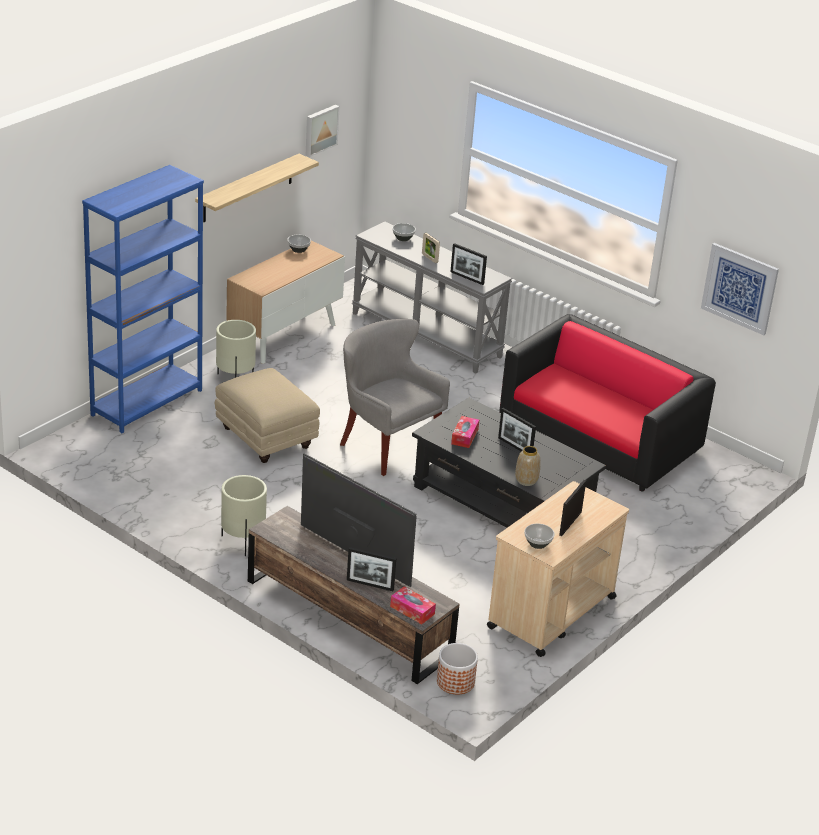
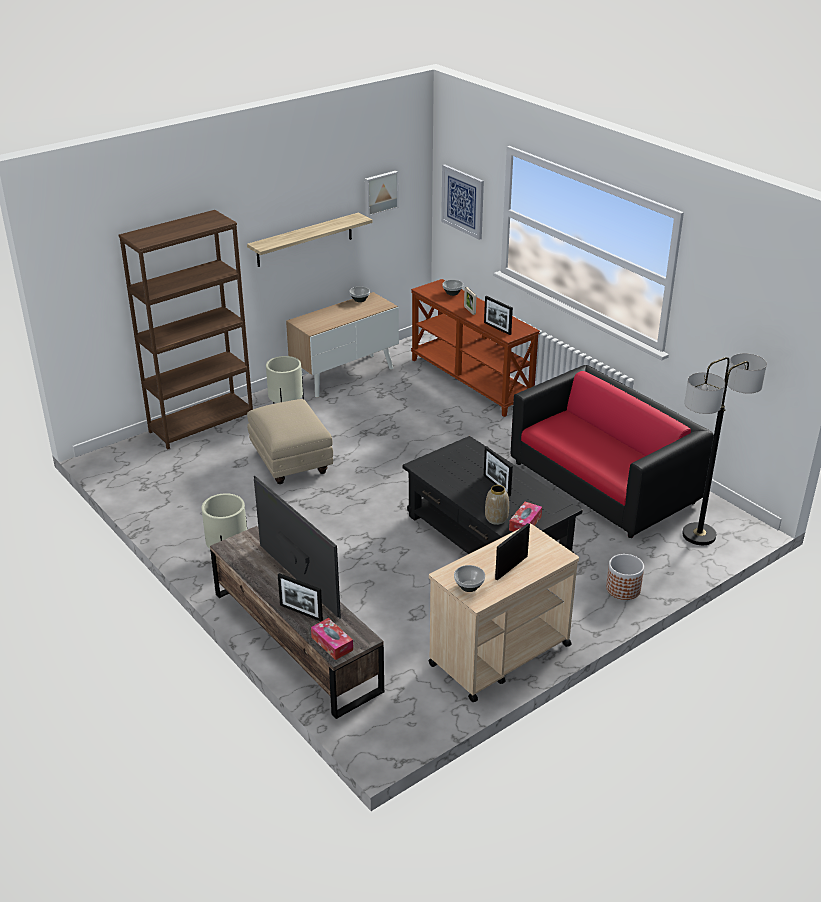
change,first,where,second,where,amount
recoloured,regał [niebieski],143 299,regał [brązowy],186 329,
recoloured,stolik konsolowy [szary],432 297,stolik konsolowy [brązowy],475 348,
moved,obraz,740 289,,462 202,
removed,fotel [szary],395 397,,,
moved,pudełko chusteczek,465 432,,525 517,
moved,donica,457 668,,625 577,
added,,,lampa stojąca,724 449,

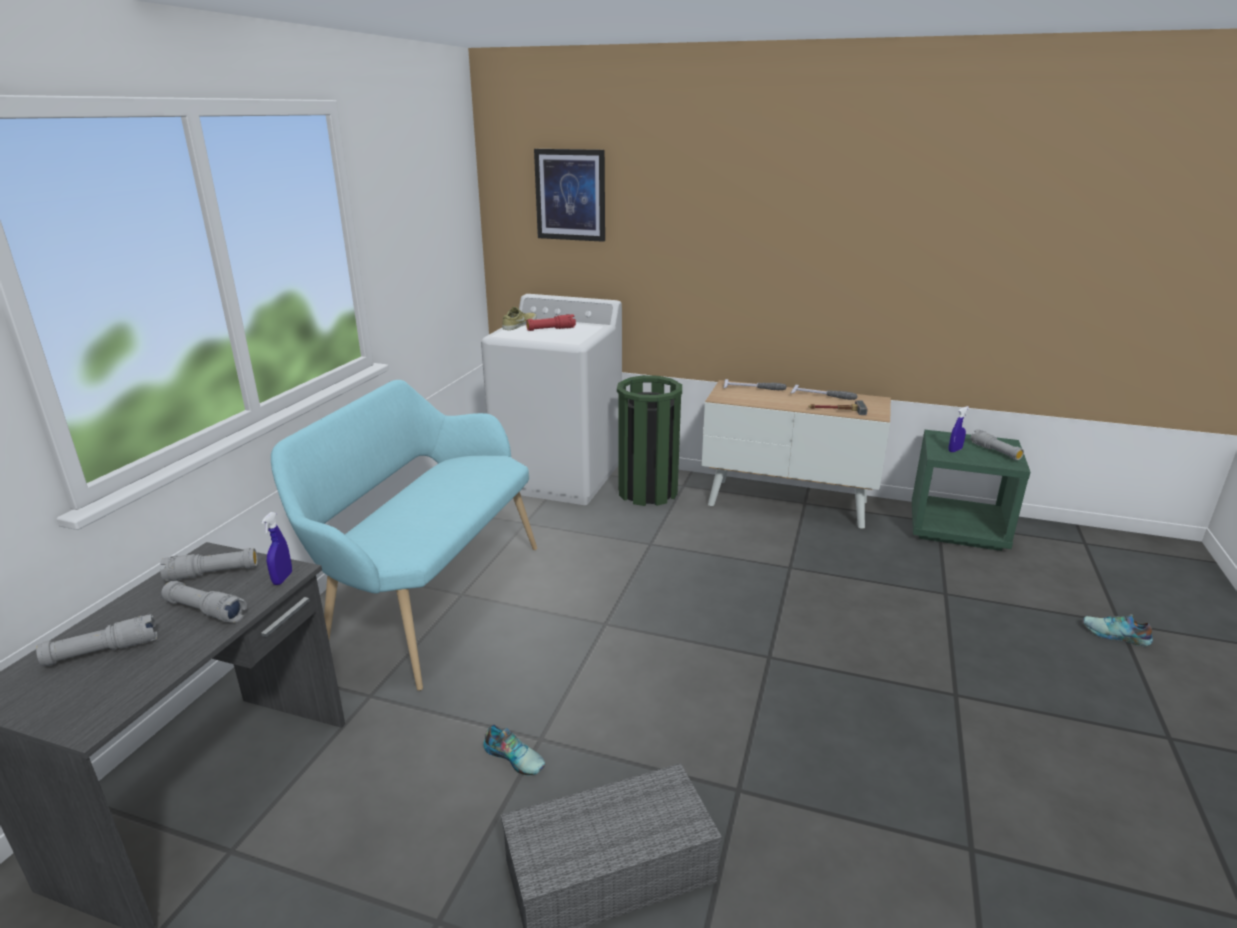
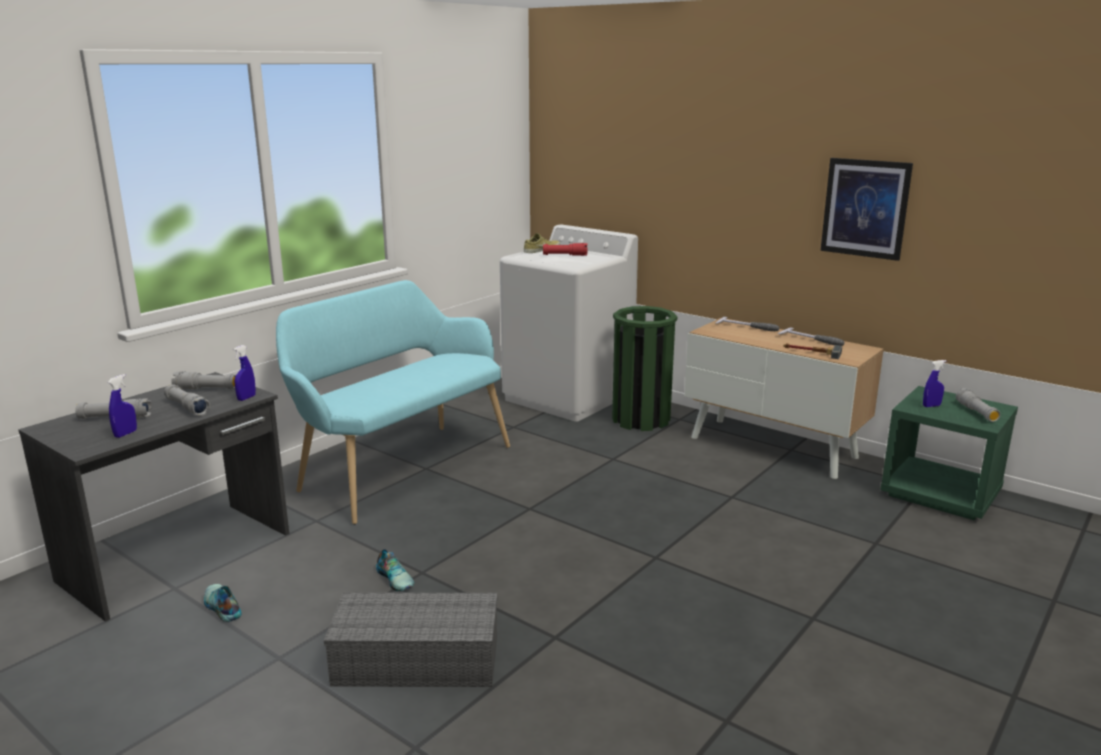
change,first,where,second,where,amount
moved,obraz,569 195,,866 209,
moved,but,1118 630,,223 603,
added,,,spryskiwacz [niebieski],122 406,

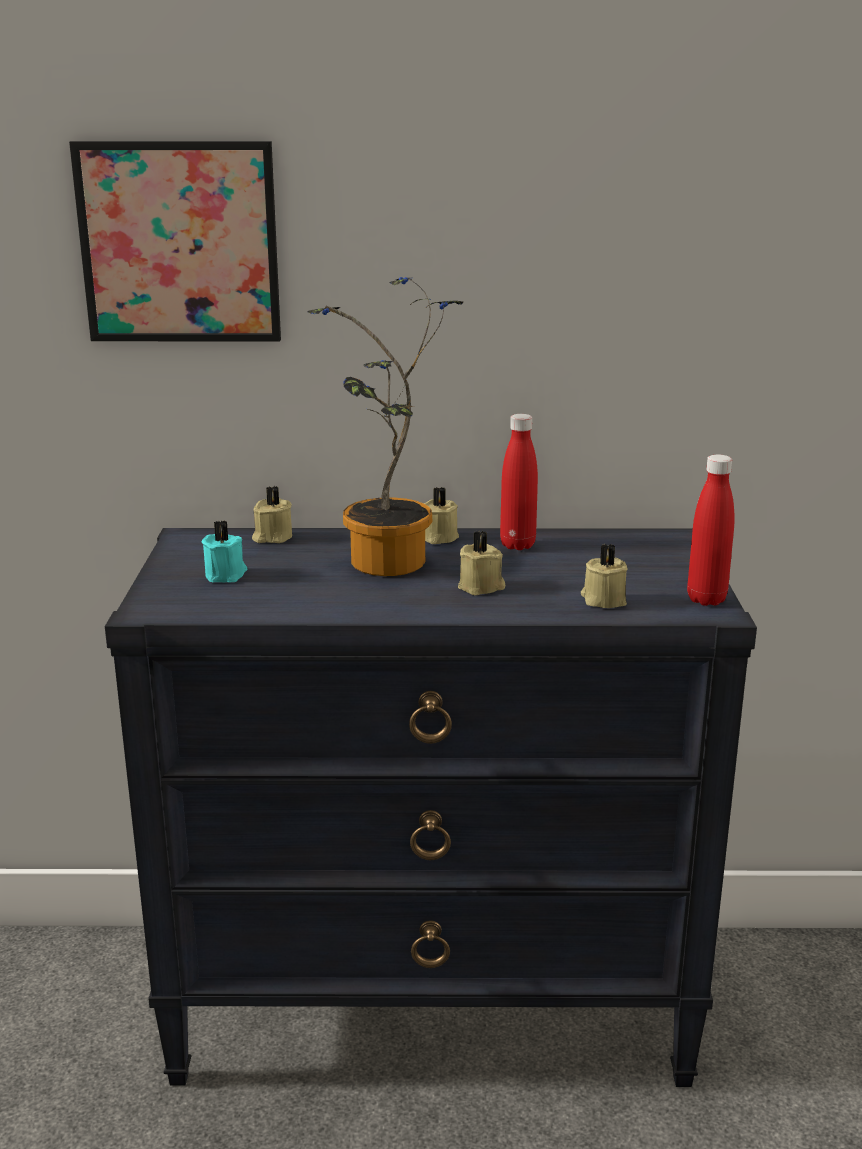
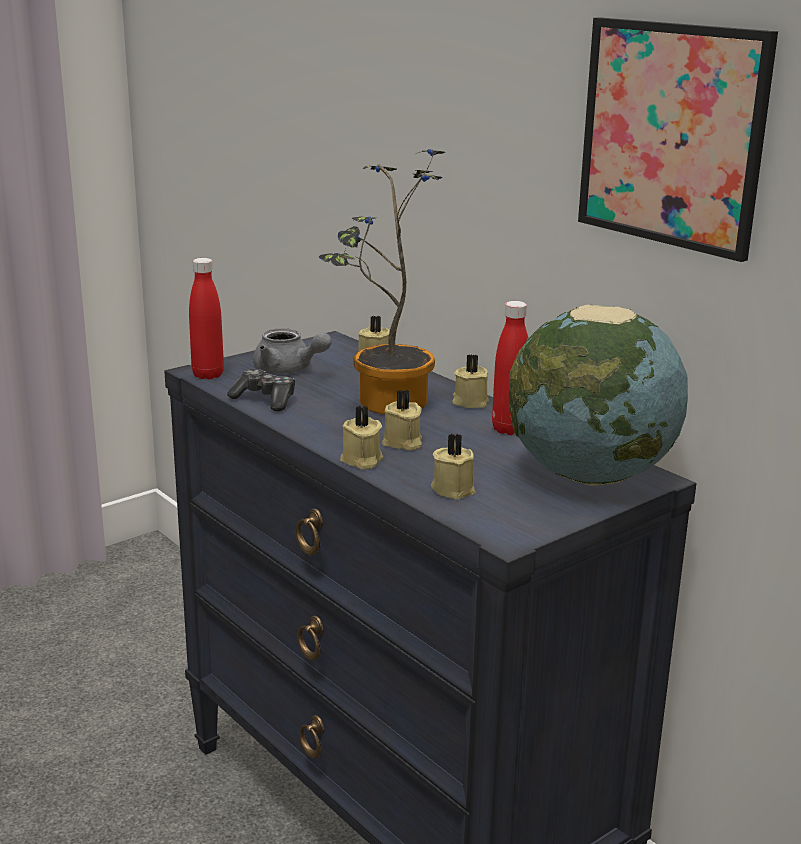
change,first,where,second,where,amount
moved,obraz,175 241,,678 139,
moved,butelka [czerwony],710 530,,206 318,
replaced,świeca [turkusowy],224 551,imbryk [szary],292 350,
added,,,globus,598 395,
added,,,pad do gier,261 390,
added,,,świeca [beżowy],361 437,

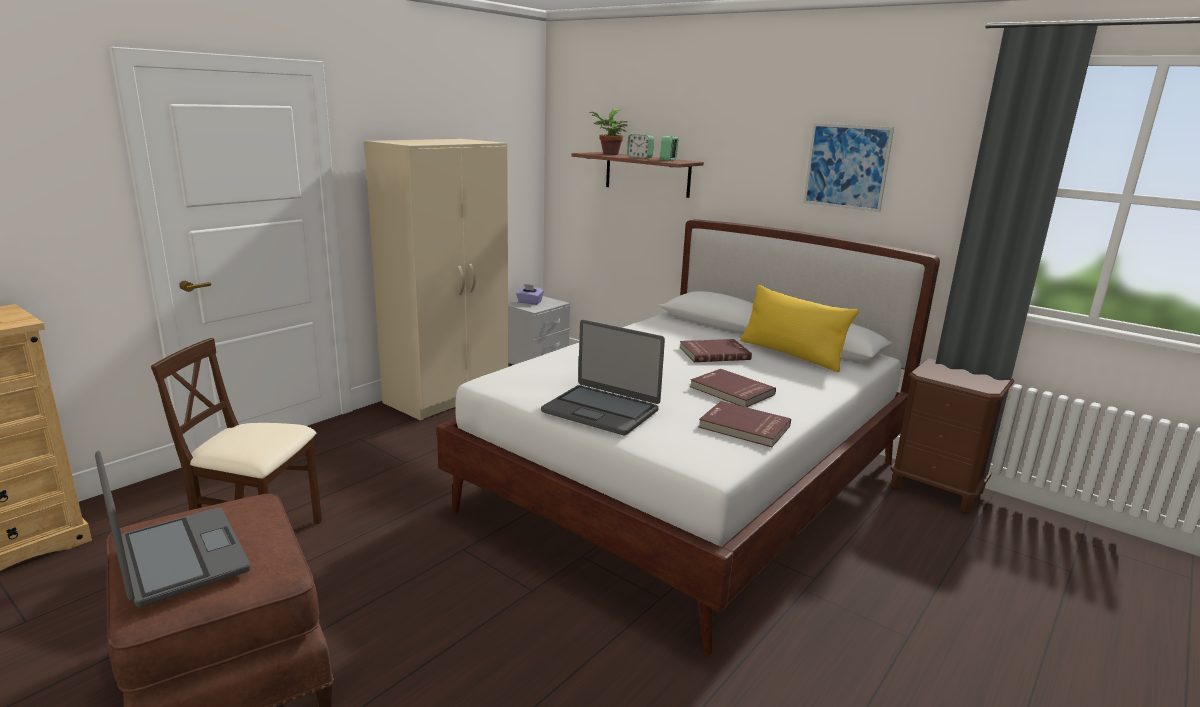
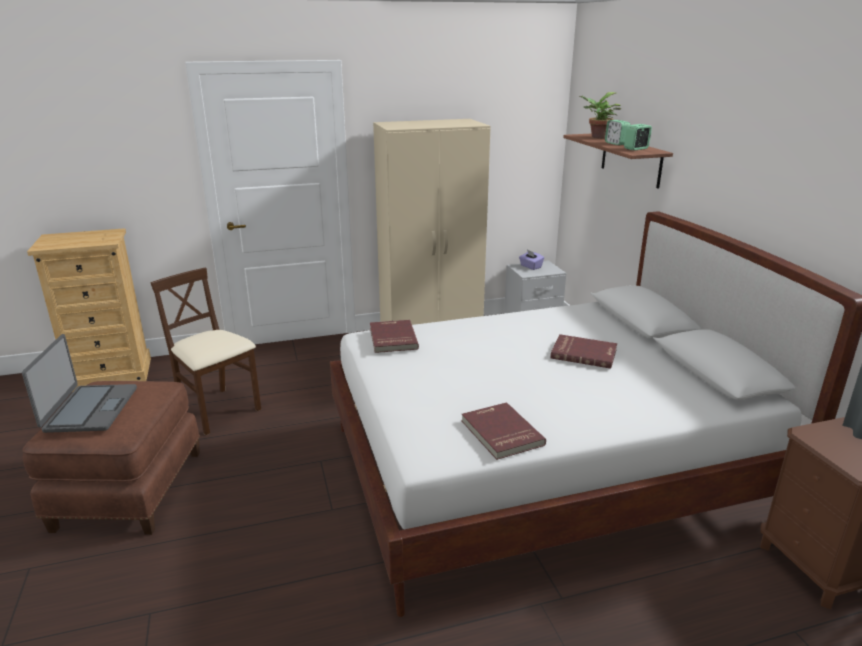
change,first,where,second,where,amount
removed,obraz,848 167,,,
removed,poduszka [żółty],799 328,,,
removed,laptop,603 377,,,
moved,książka [czerwony],733 388,,394 336,

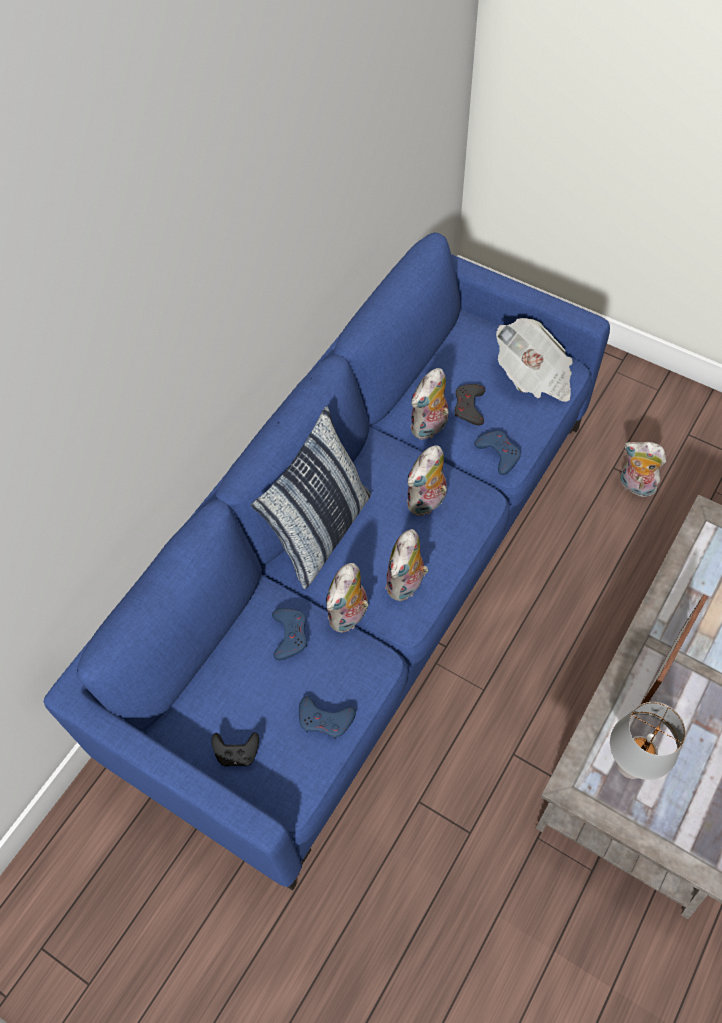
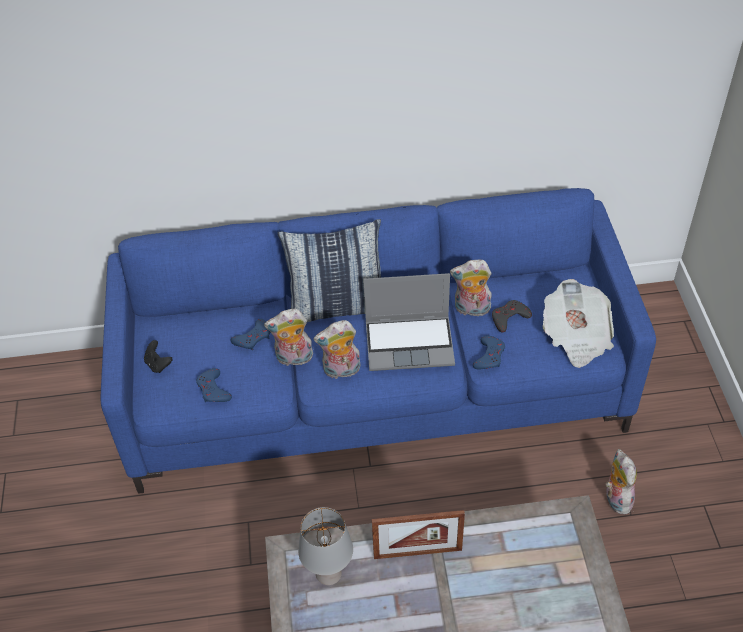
change,first,where,second,where,amount
replaced,pluszak,427 480,laptop,409 322,

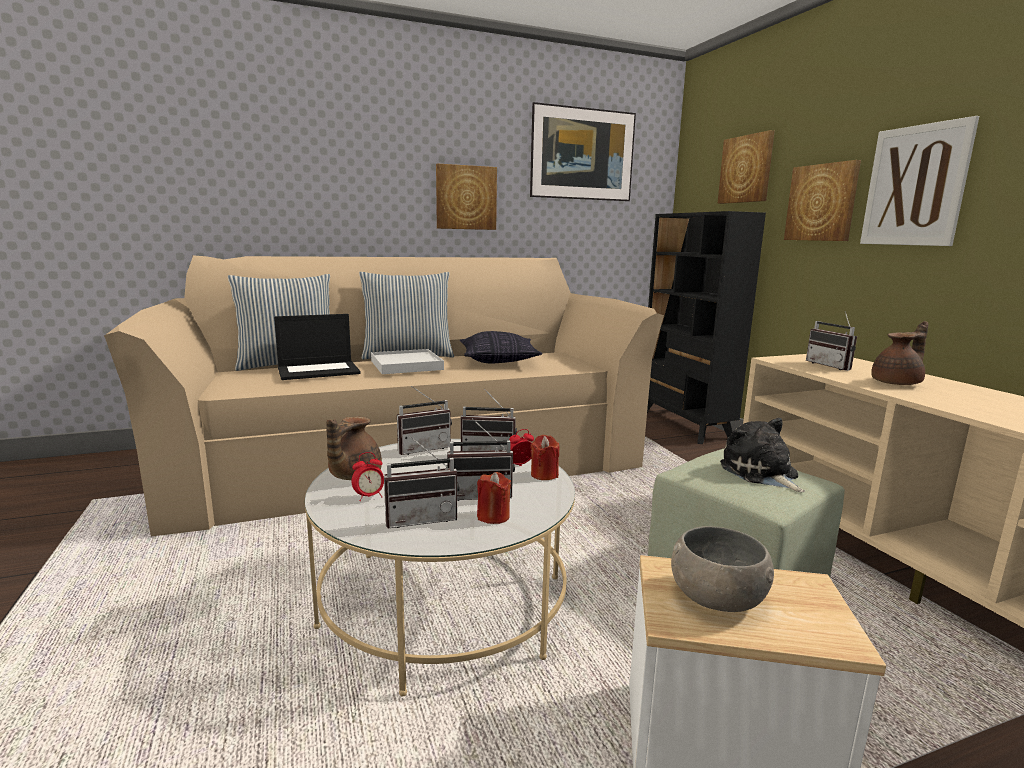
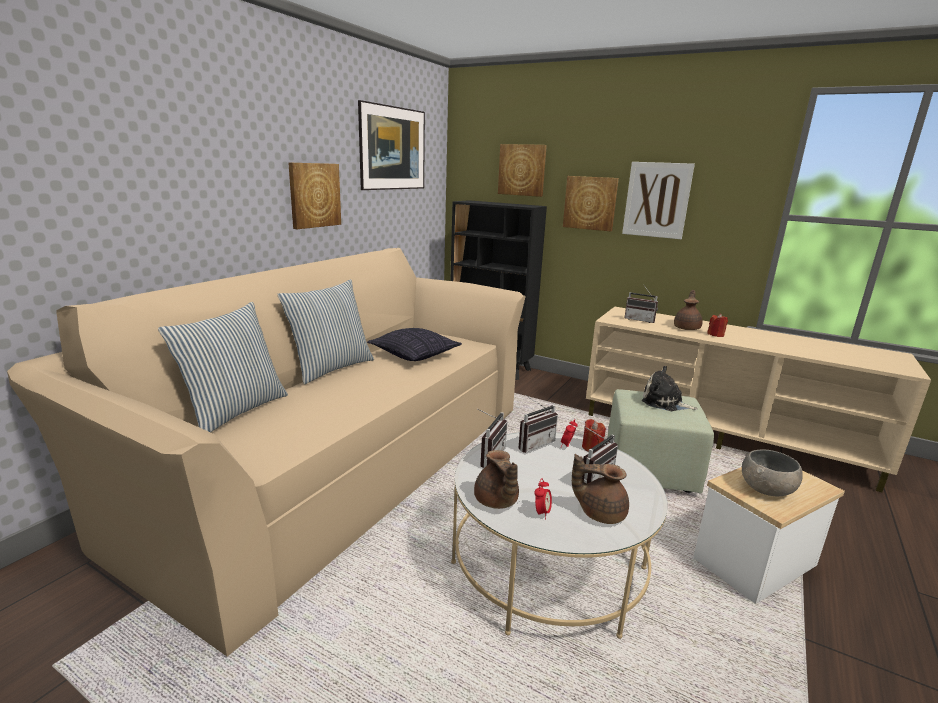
change,first,where,second,where,amount
removed,laptop,317 347,,,
removed,taca [biały],407 361,,,
replaced,radio,422 482,imbryk [brązowy],600 489,
moved,świeca [czerwony],494 498,,717 325,

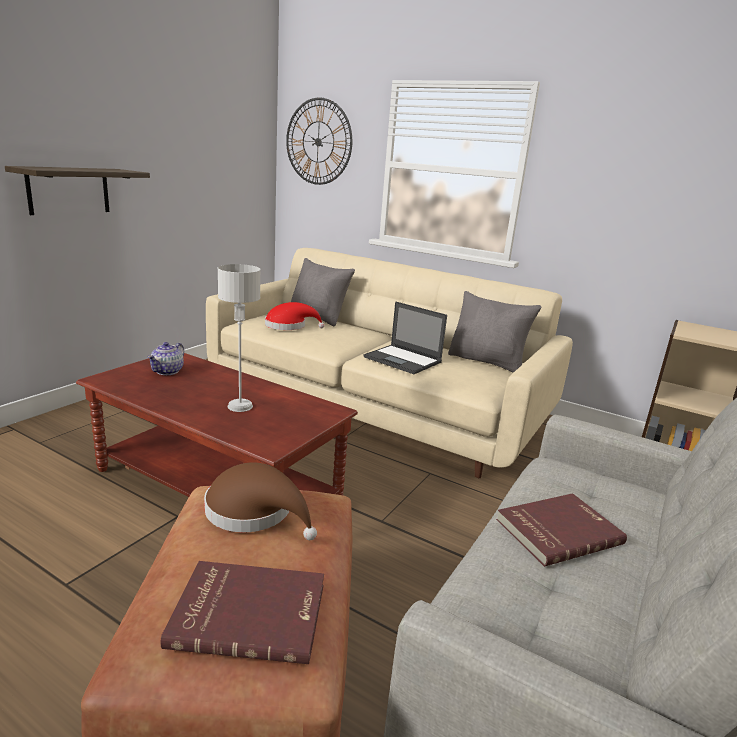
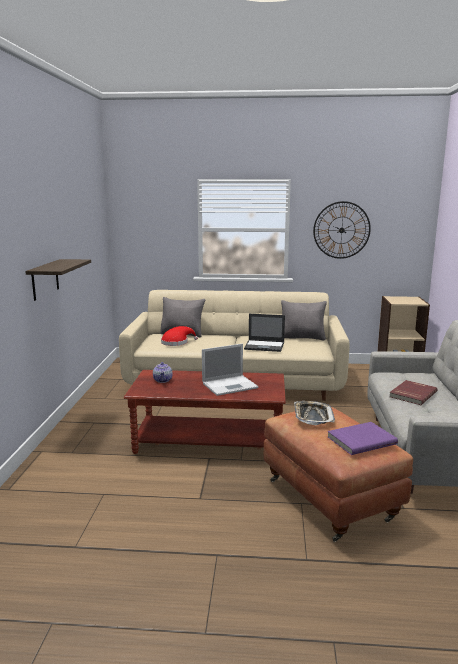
change,first,where,second,where,amount
moved,zegar ścienny,319 141,,342 230,
replaced,lampa stołowa [szary],239 338,laptop,230 370,
replaced,kapelusz [brązowy],260 501,taca,314 413,
recoloured,książka [czerwony],242 612,książka [fioletowy],362 438,

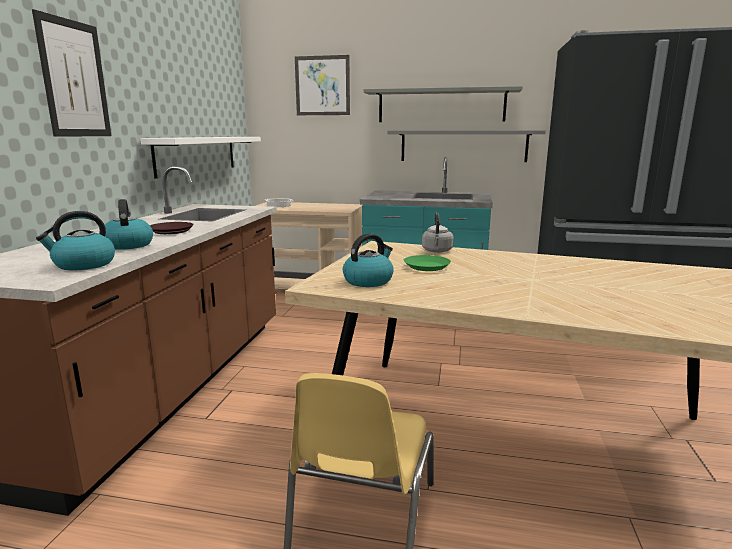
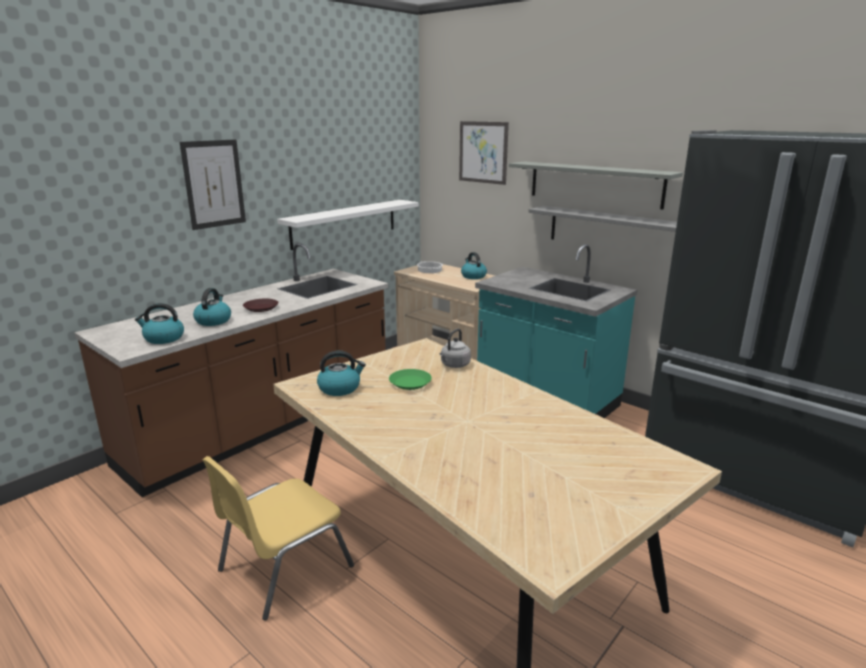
change,first,where,second,where,amount
added,,,czajnik,474 265,

